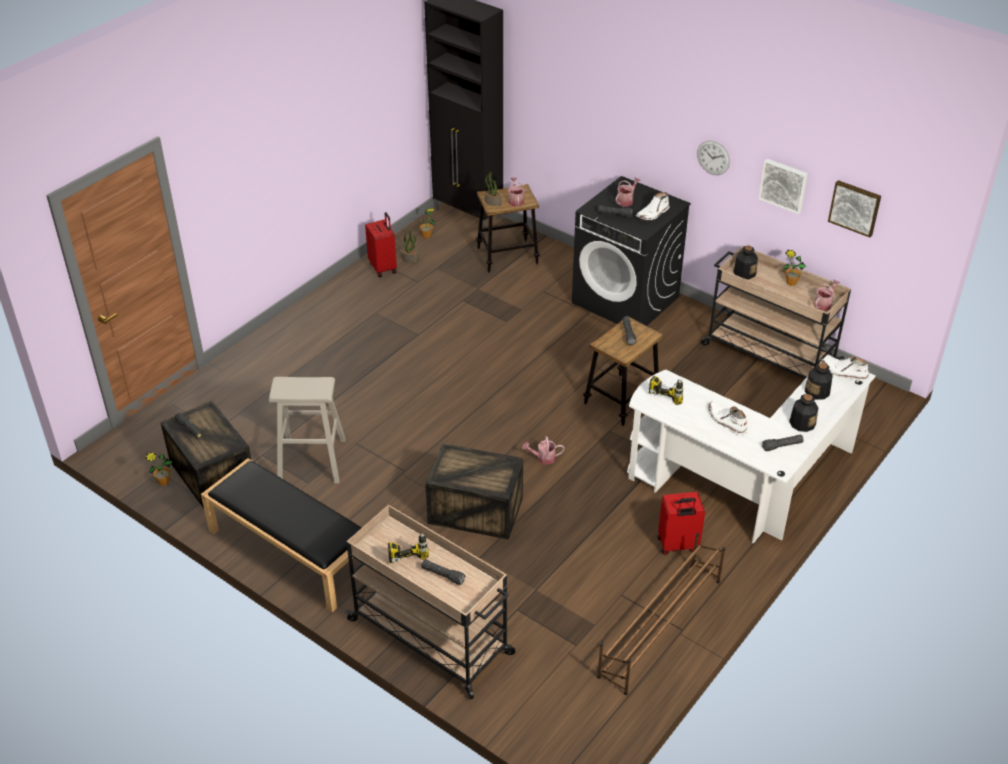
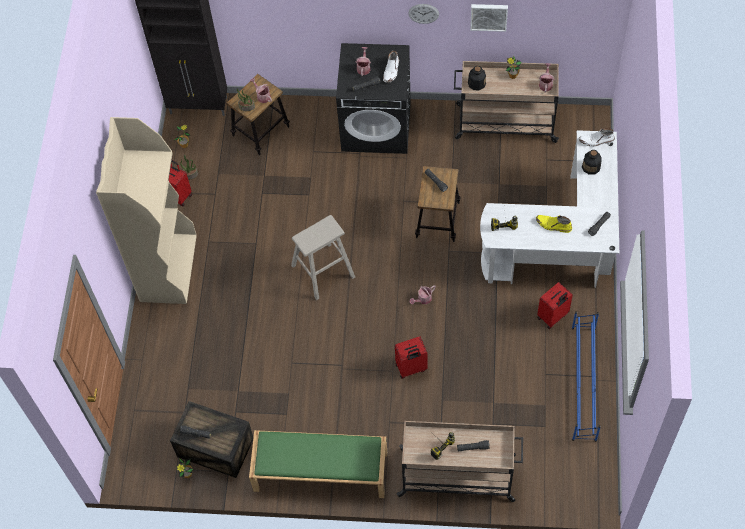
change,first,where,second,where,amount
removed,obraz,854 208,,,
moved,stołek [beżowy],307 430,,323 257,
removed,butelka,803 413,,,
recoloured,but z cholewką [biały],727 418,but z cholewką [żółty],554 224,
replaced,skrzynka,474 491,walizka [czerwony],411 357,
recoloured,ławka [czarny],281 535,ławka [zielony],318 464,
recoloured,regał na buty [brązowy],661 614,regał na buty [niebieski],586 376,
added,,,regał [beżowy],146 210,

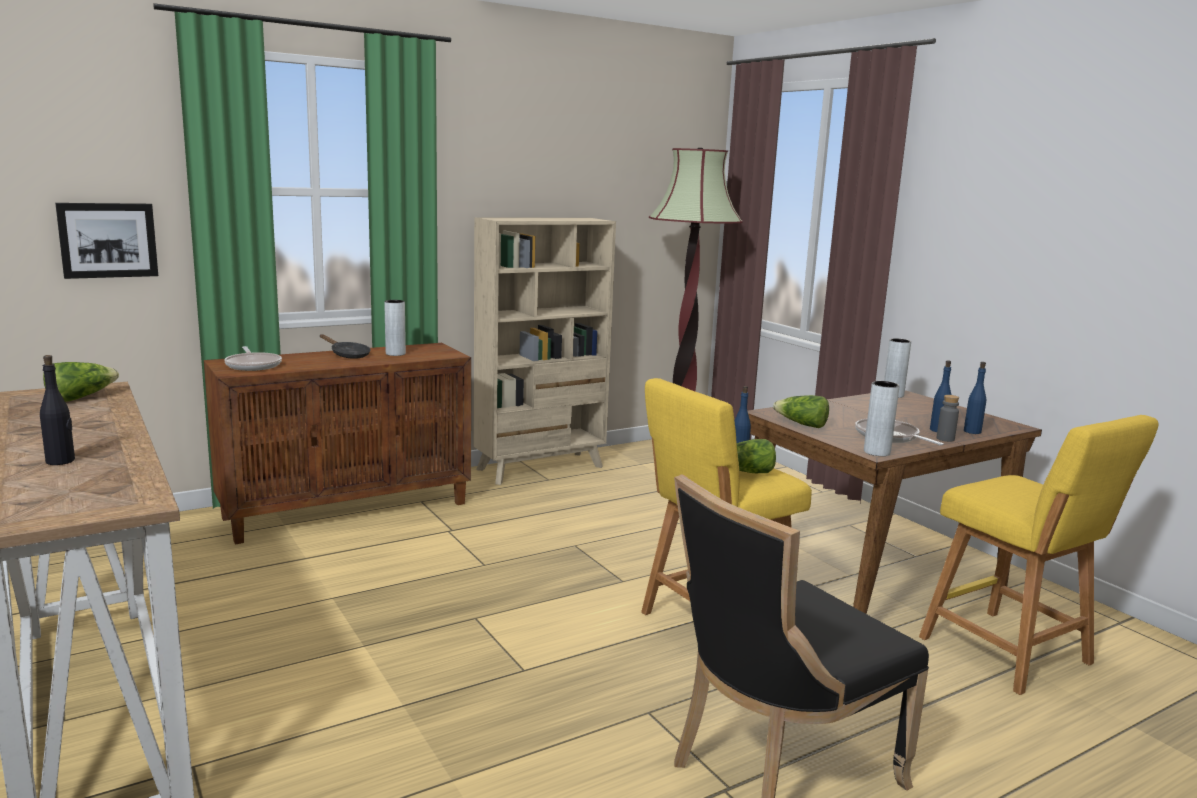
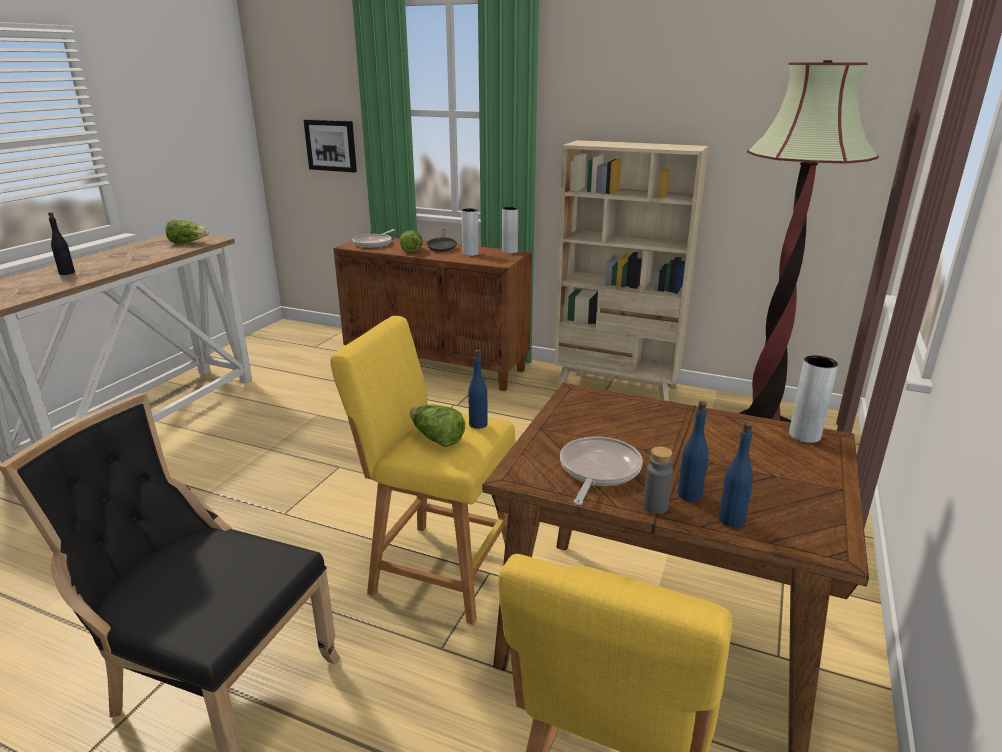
change,first,where,second,where,amount
moved,wazon [szary],882 418,,510 230,
moved,sałata,801 411,,411 241,

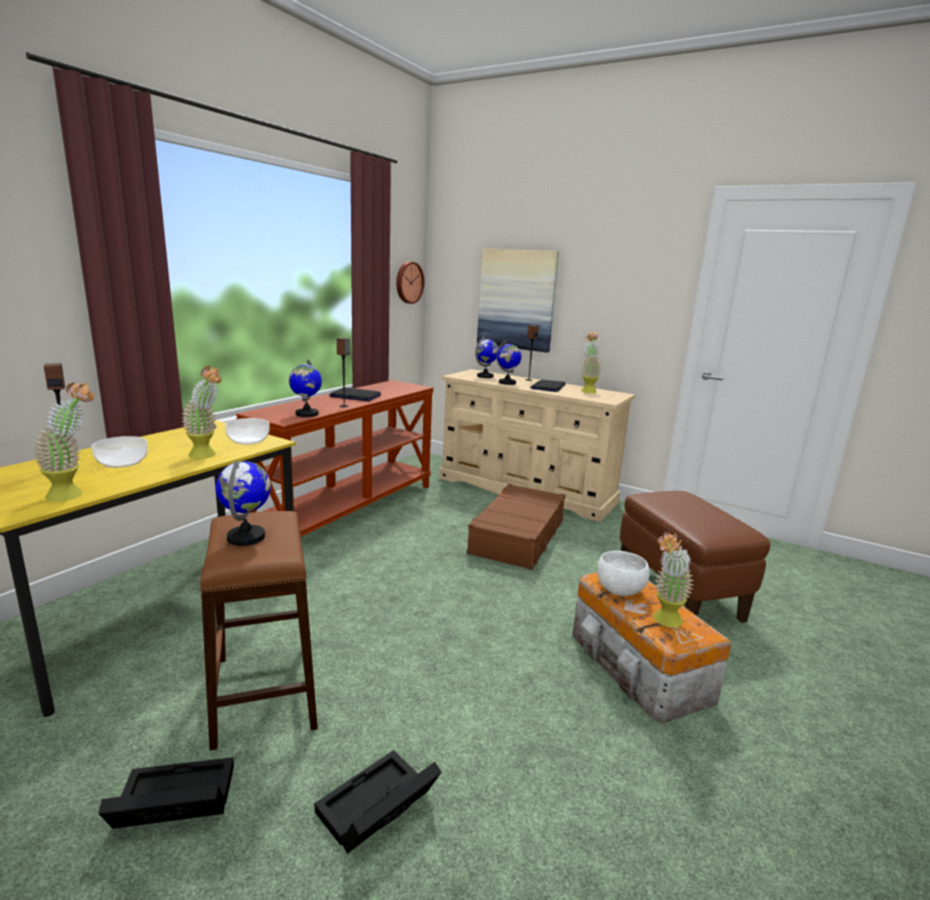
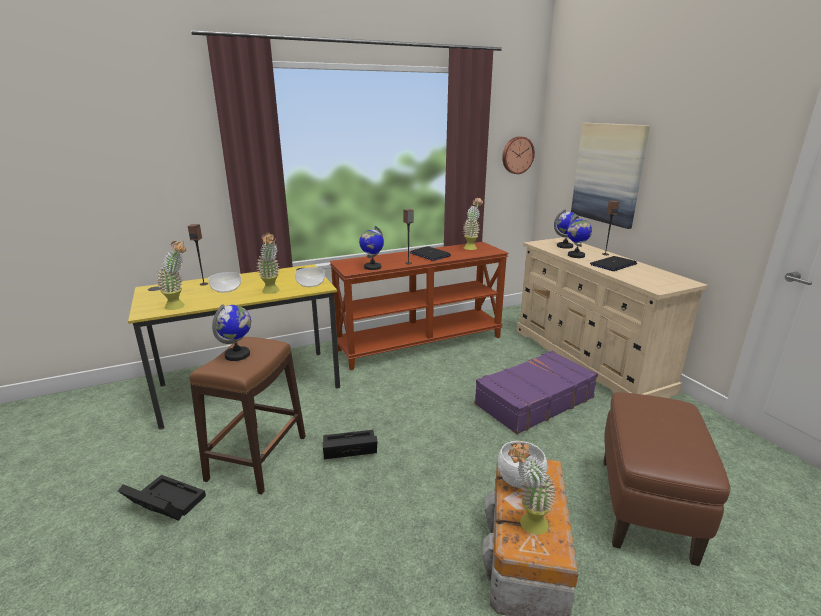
change,first,where,second,where,amount
moved,roślina doniczkowa,591 362,,473 224,
recoloured,walizka [brązowy],516 527,walizka [fioletowy],536 392,
moved,pojemnik do przechowywania [czarny],378 802,,350 444,

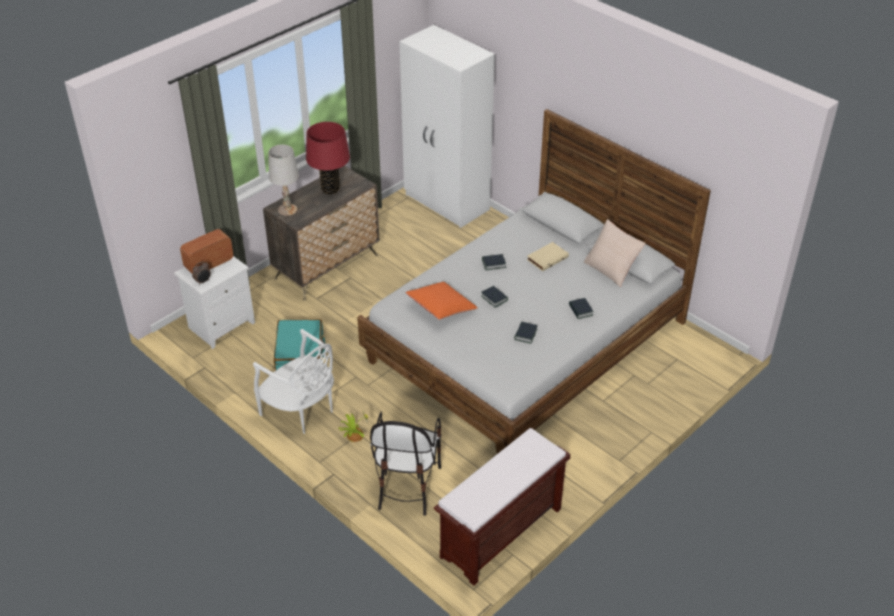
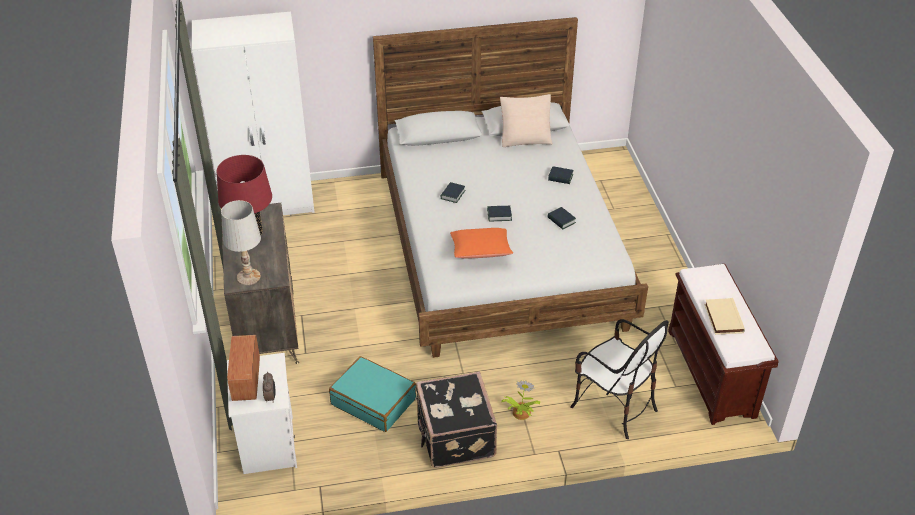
change,first,where,second,where,amount
moved,książka [beżowy],548 257,,724 316,
replaced,krzesło [biały],293 381,walizka [czarny],456 420,

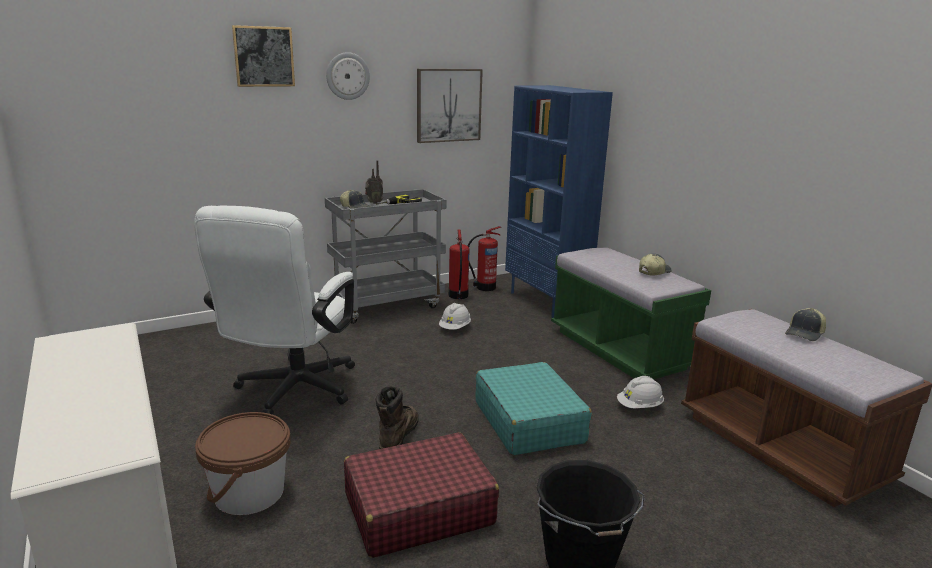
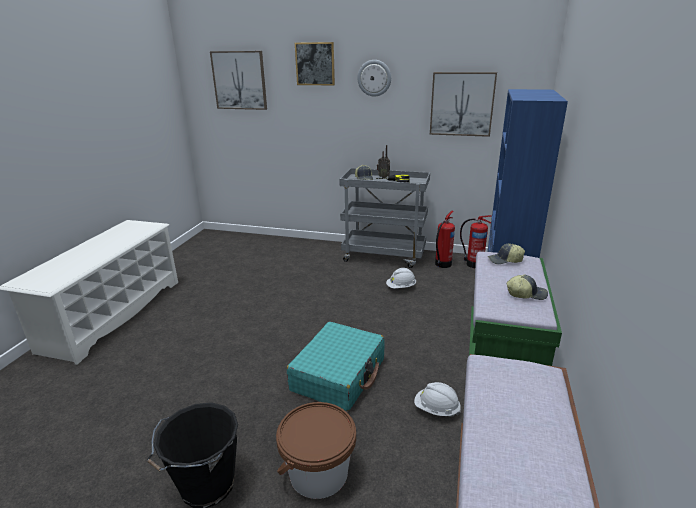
change,first,where,second,where,amount
removed,krzesło biurowe [biały],274 310,,,
moved,czapka z daszkiem,805 324,,506 254,
removed,but z cholewką [brązowy],397 417,,,
moved,wiadro [brązowy],243 463,,316 450,
removed,walizka [czerwony],421 495,,,
added,,,obraz,238 80,

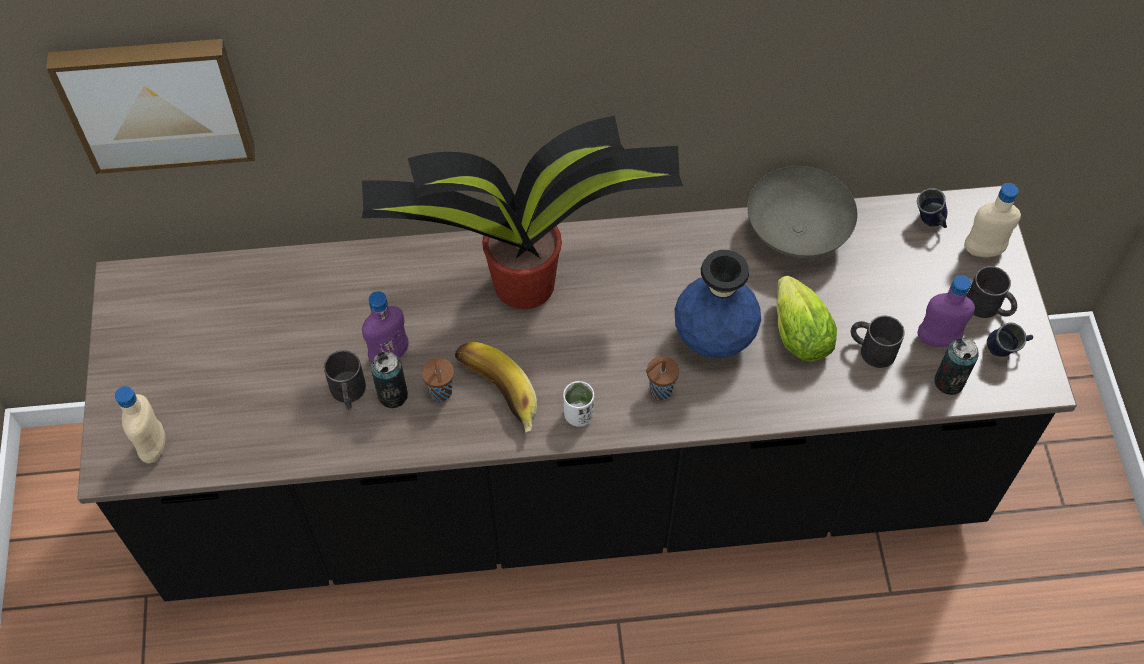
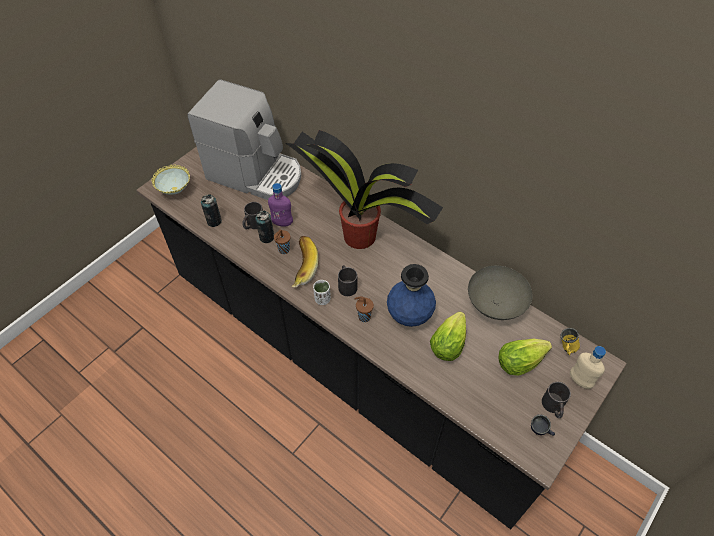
change,first,where,second,where,amount
removed,obraz,150 106,,,
recoloured,kubek [niebieski],932 208,kubek [żółty],570 341,
removed,butelka [fioletowy],946 311,,,
moved,kubek [czarny],878 342,,348 280,
moved,puszka,956 366,,211 210,
replaced,butelka [beżowy],140 424,miska,170 179,
added,,,ekspres do kawy,244 139,
added,,,sałata,525 357,

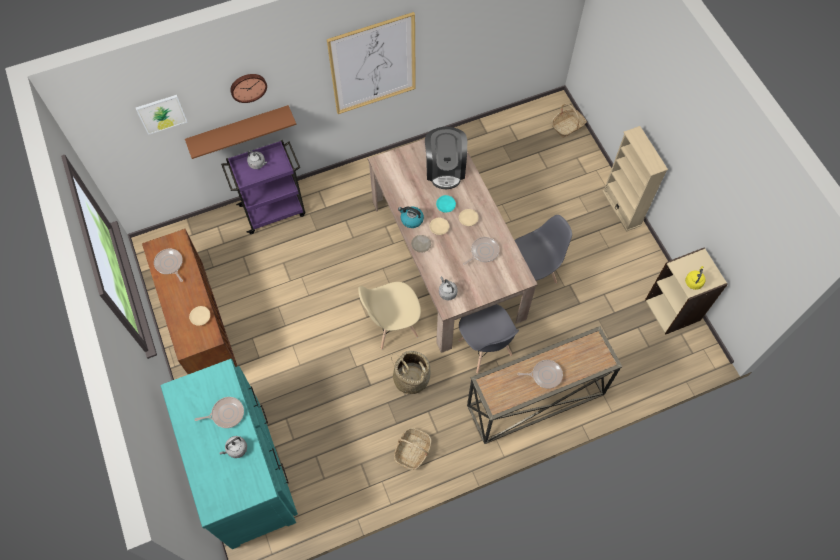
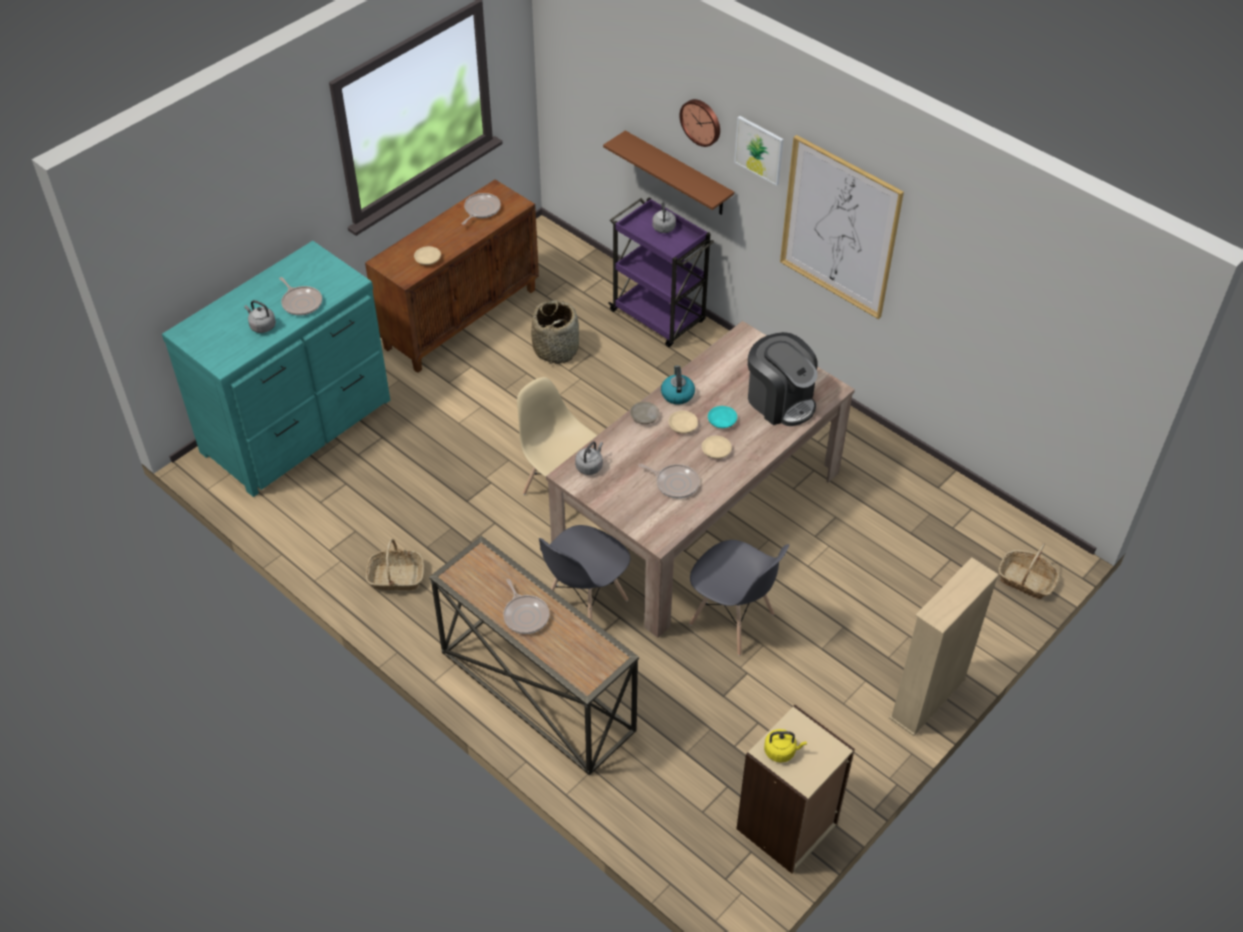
change,first,where,second,where,amount
moved,obraz,162 115,,759 151,
turned,ekspres do kawy,446 158,,783 379,105 degrees counterclockwise
moved,koszyk,411 372,,555 332,

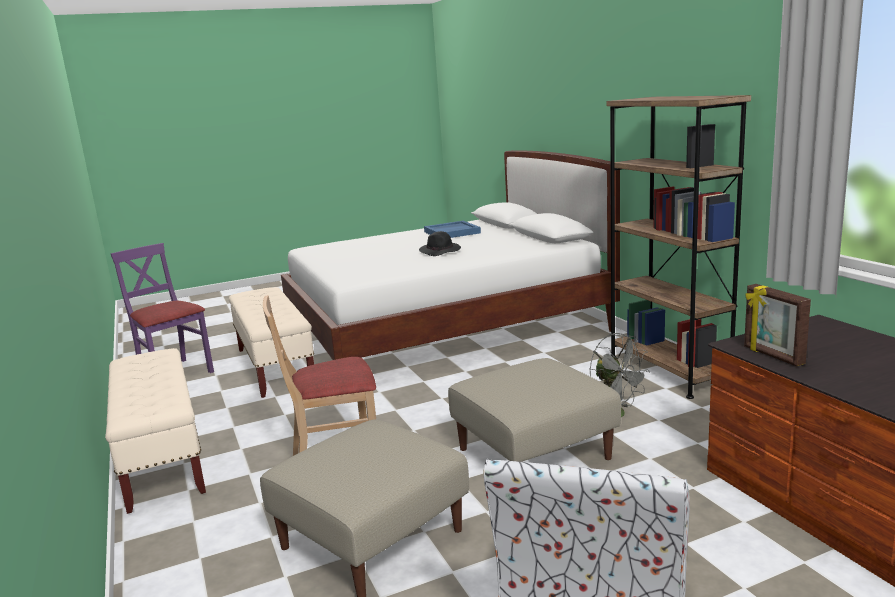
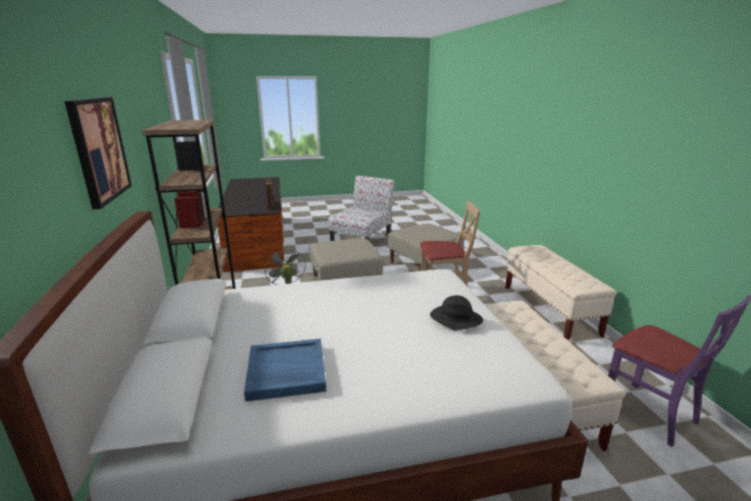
change,first,where,second,where,amount
moved,kapelusz [czarny],440 243,,456 313,
added,,,obraz,98 153,

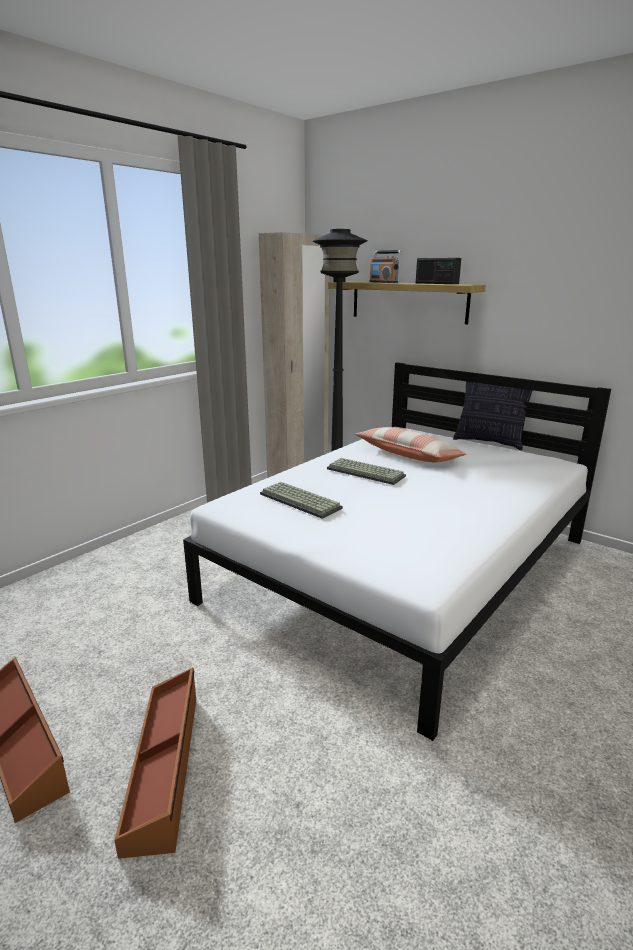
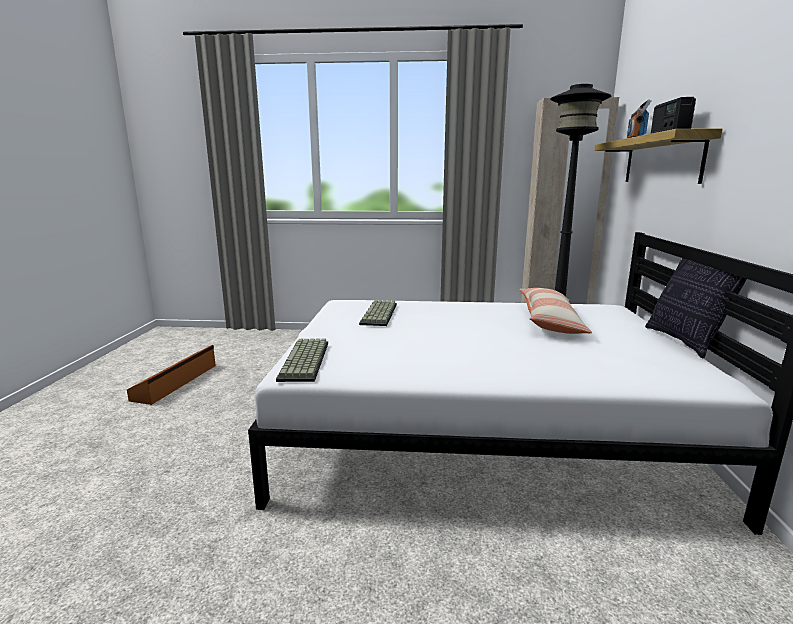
change,first,where,second,where,amount
moved,klawiatura,366 471,,302 360,
removed,pojemnik do przechowywania [brązowy],155 763,,,

